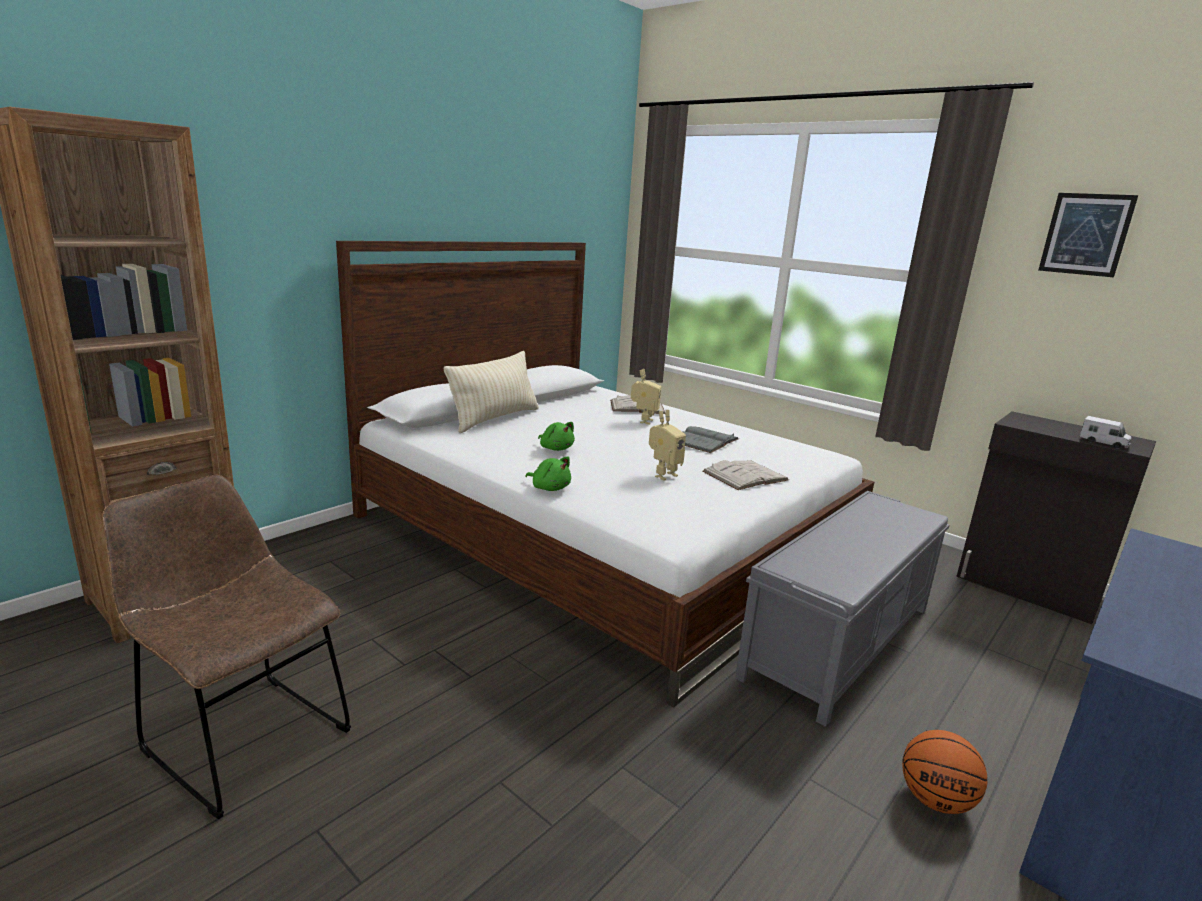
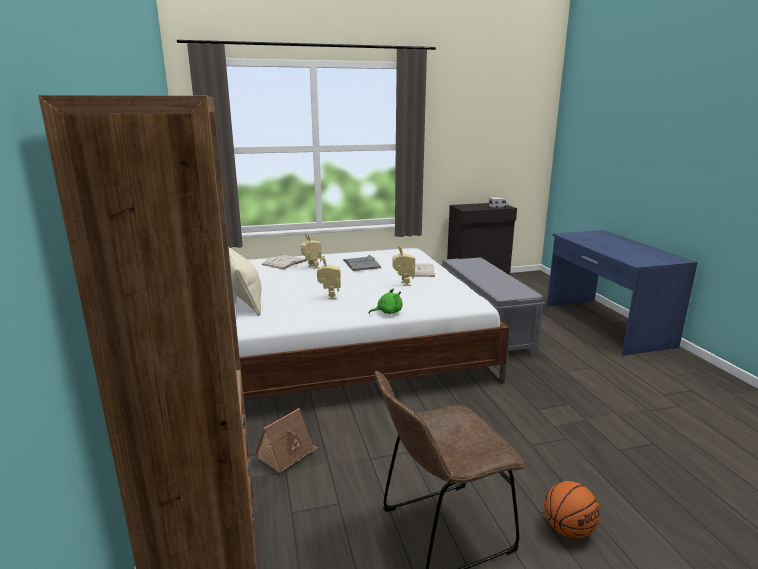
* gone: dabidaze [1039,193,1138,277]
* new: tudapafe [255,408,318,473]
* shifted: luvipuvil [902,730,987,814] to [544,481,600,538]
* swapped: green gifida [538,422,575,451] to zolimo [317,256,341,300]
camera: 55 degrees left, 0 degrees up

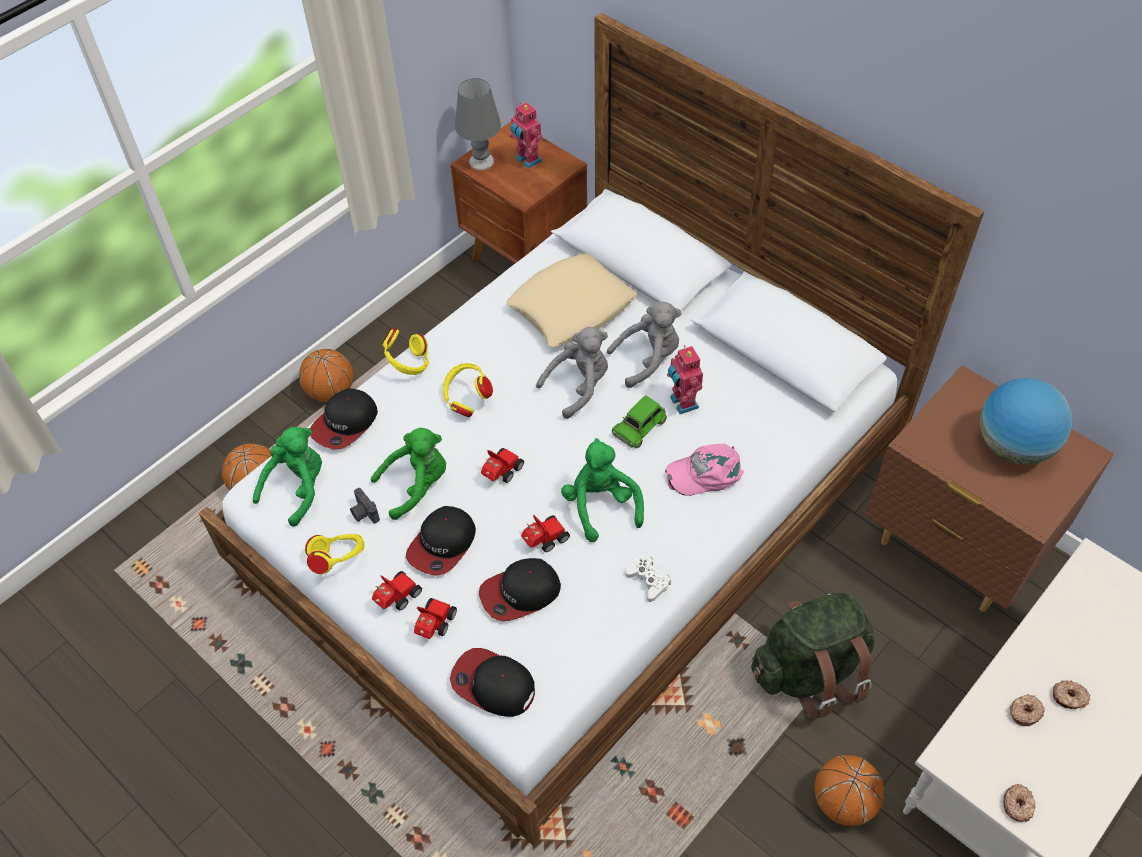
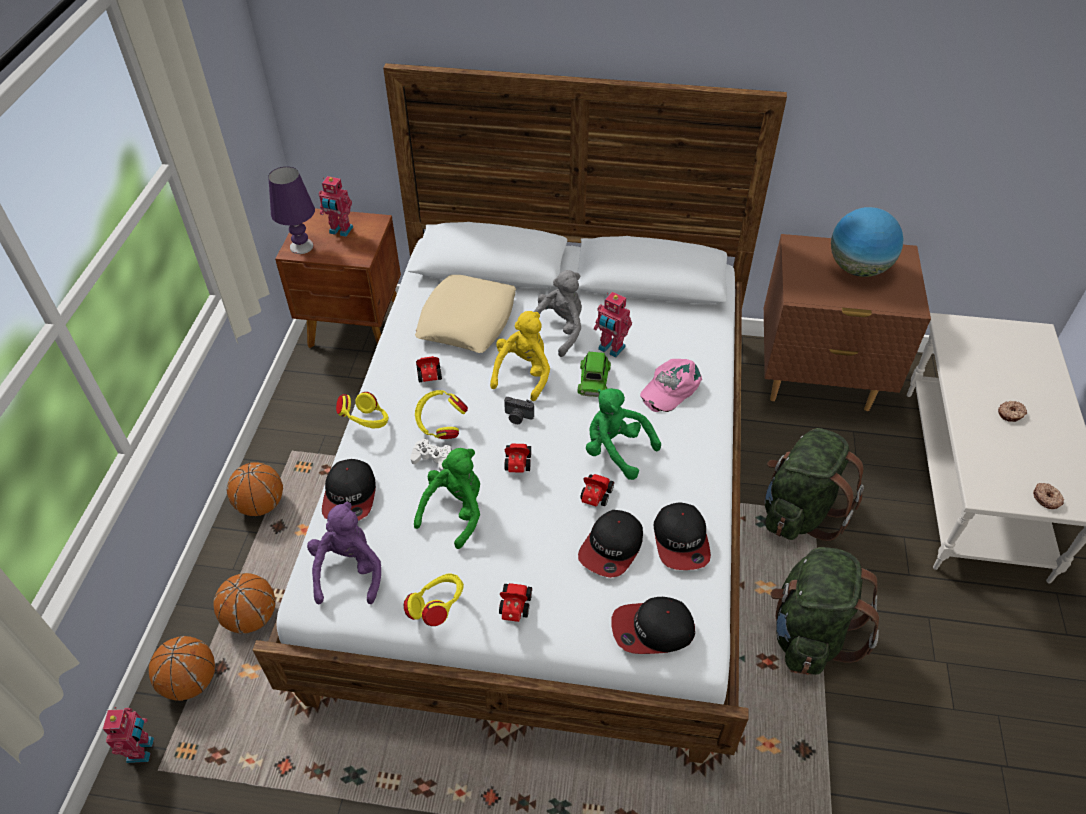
* gone: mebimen [1010,694,1045,726]
* new: zolimo [103,707,154,763]
* new: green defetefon [771,547,879,675]
* shifted: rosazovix [350,488,380,523] to [504,397,534,424]
* shifted: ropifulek [406,506,476,576] to [654,502,711,570]
* shifted: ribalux [414,598,457,639] to [416,356,442,383]
* shifted: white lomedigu [625,556,671,602] to [411,438,451,472]
* shifted: luvipuvil [814,755,884,826] to [149,636,215,701]
* repainted: green gifida [253,427,322,527] to purple gifida [307,502,381,604]
* repainted: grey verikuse [455,78,501,170] to purple verikuse [269,167,315,254]
* repainted: grey gifida [536,327,608,419] to yellow gifida [490,311,550,401]
camera: 35 degrees left, 5 degrees down

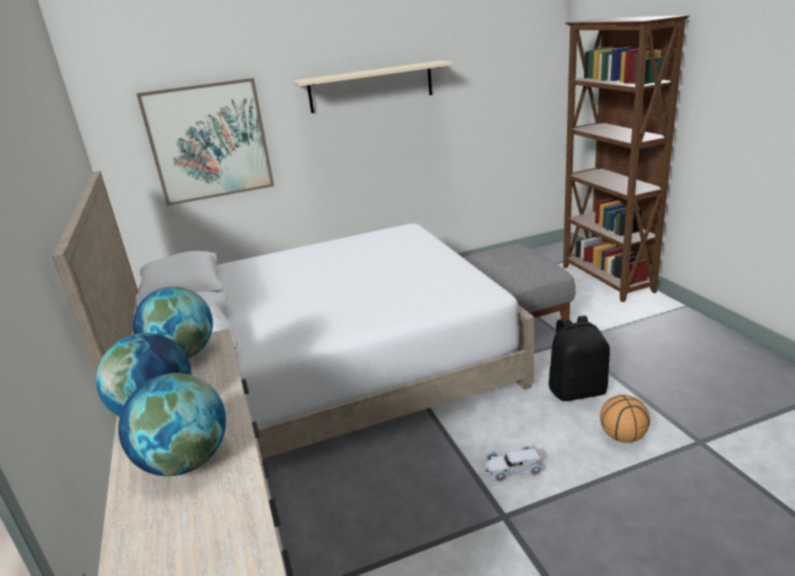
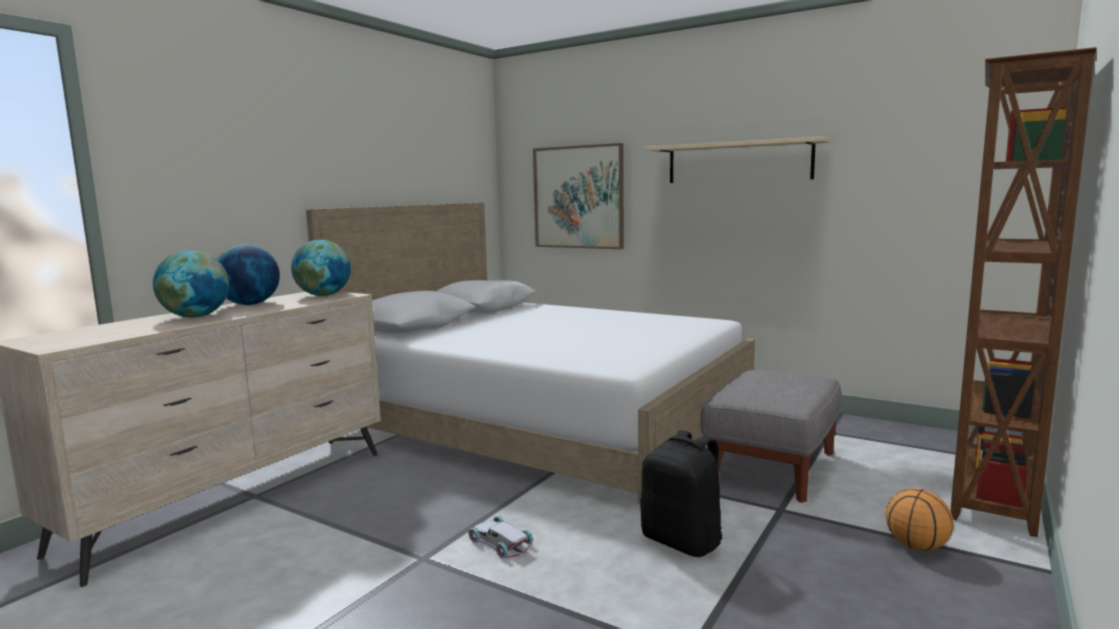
* shifted: luvipuvil [600,395,650,443] to [886,488,954,551]
camera: 50 degrees right, 15 degrees down

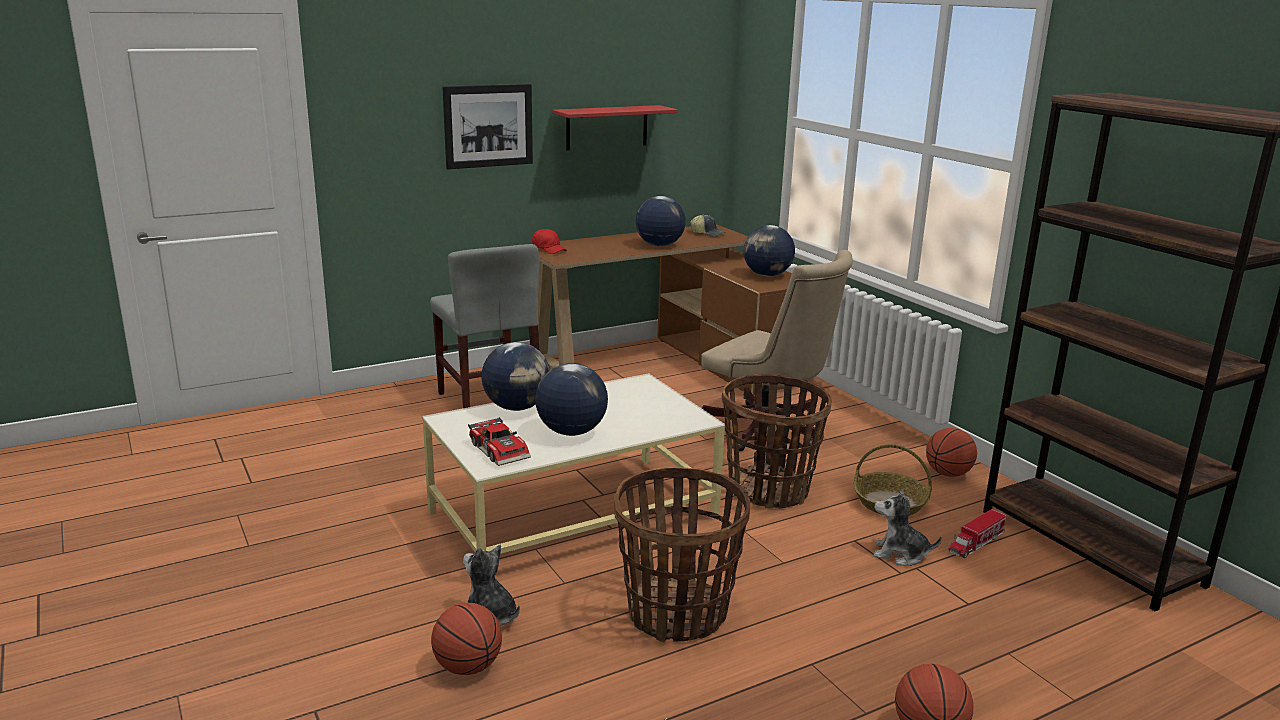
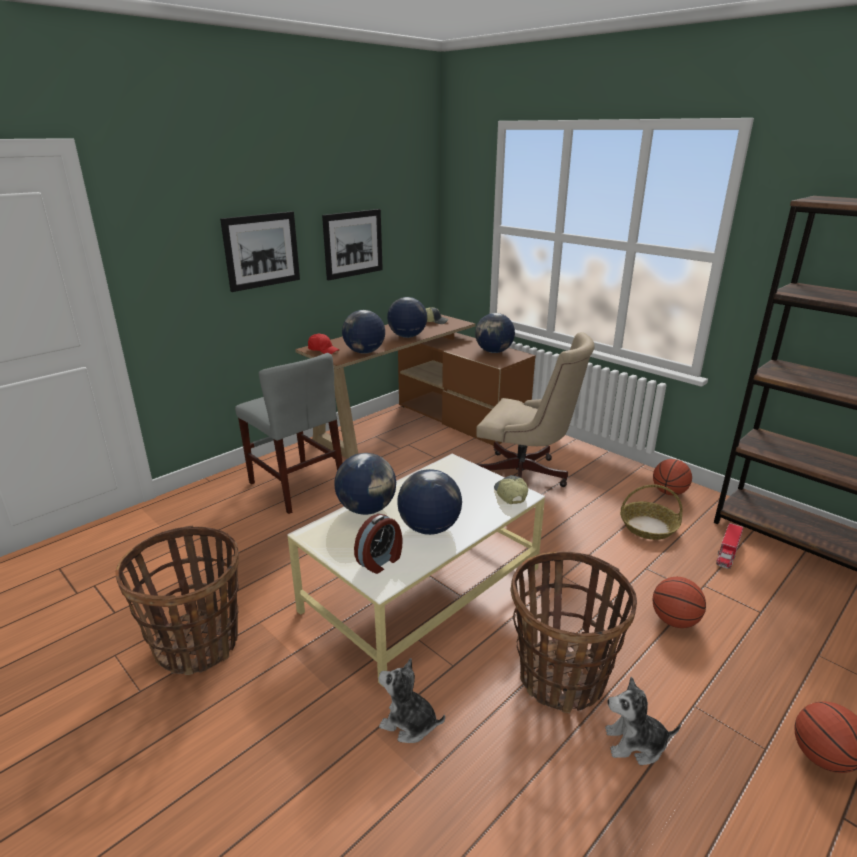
* new: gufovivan [342,310,385,354]
* new: ropifulek [494,475,528,504]
* shifted: luvipuvil [431,603,502,675] to [652,577,706,628]
* shifted: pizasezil [722,374,832,509] to [115,525,239,675]
* shifted: gifida [874,489,942,566] to [605,677,681,765]
* swapped: ribalux [468,417,531,466] to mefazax [354,514,402,574]
* swapped: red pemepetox [552,105,678,150] to dabidaze [322,209,383,281]
camera: 15 degrees left, 5 degrees up

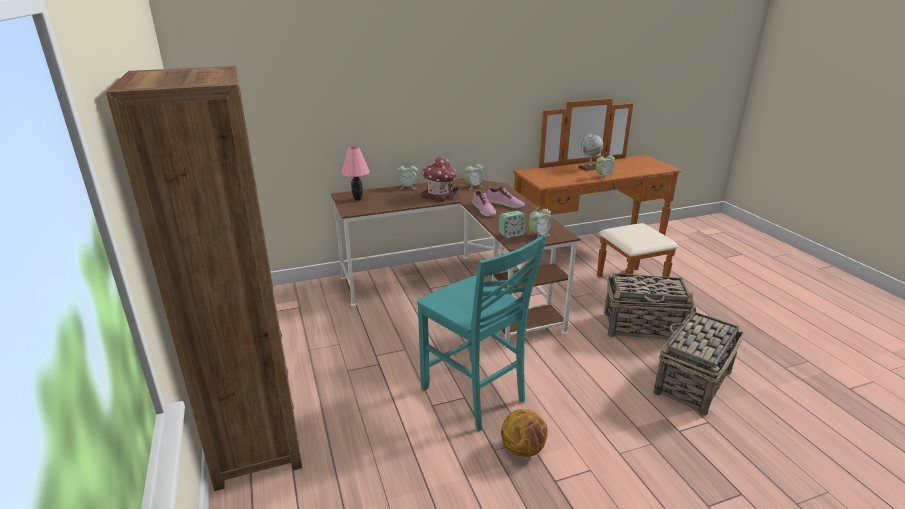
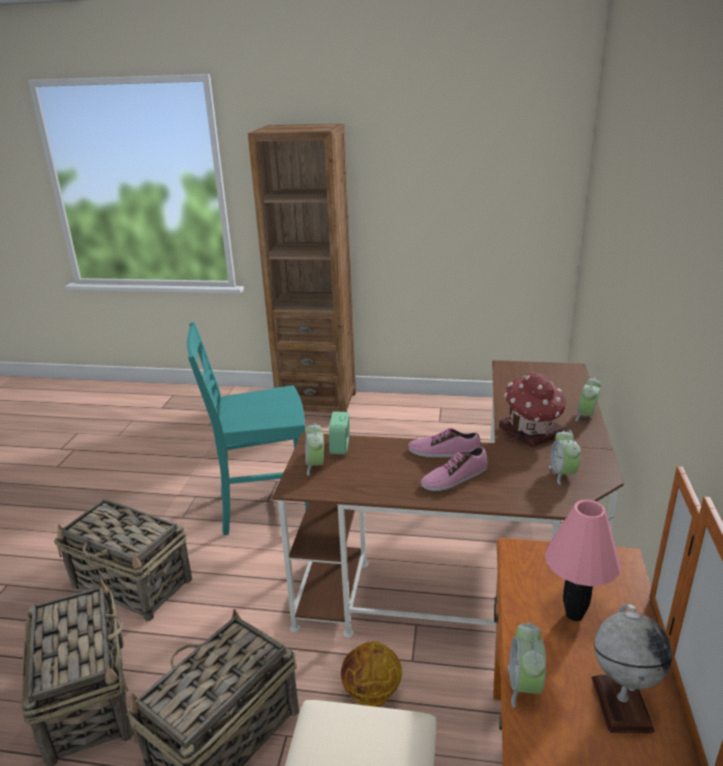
* new: pizasezil [54,499,192,621]
* shifted: pink verikuse [341,146,370,201] to [545,499,621,621]
* shifted: luvipuvil [501,409,548,457] to [341,641,402,707]
camera: 120 degrees right, 0 degrees up

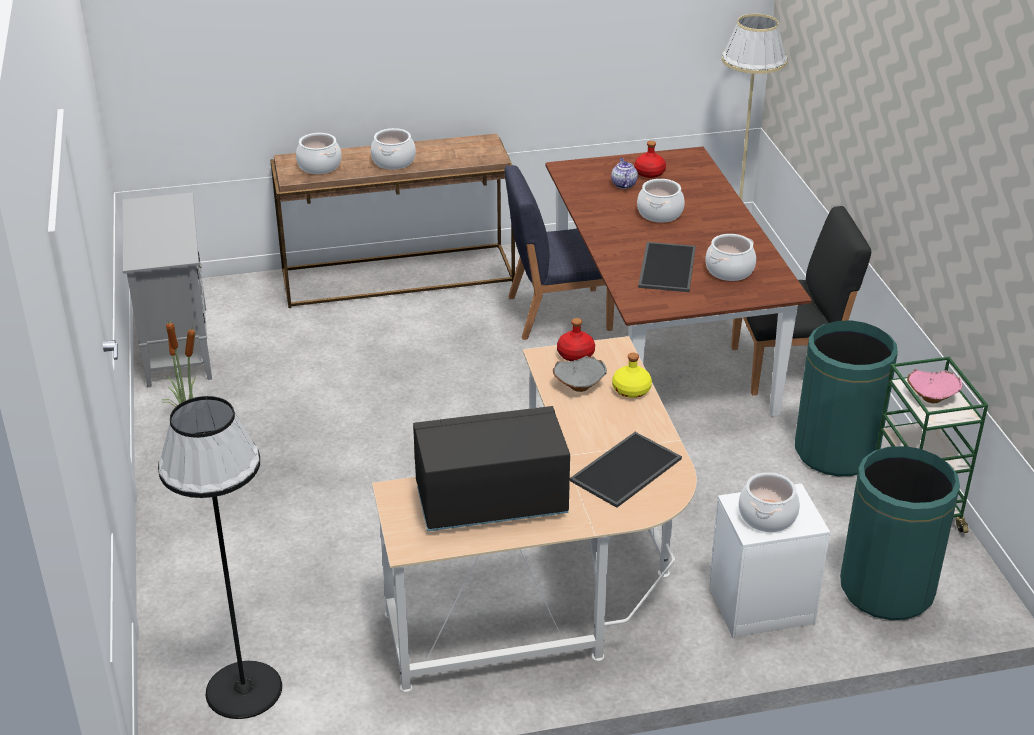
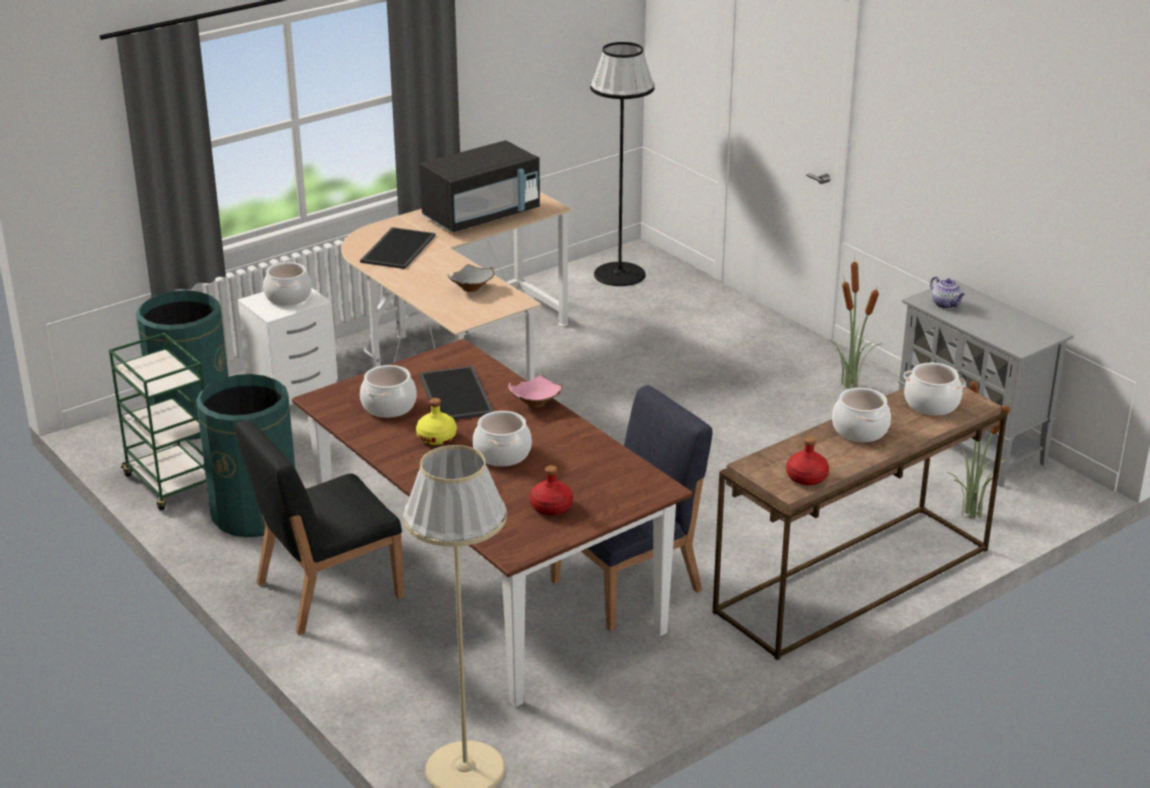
* new: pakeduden [947,372,1012,519]
* shifted: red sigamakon [557,318,595,361] to [786,436,829,485]
* shifted: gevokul [611,158,638,189] to [930,277,965,309]
* shifted: yellow sigamakon [612,353,652,398] to [416,398,457,445]
* shifted: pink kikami [907,369,962,403] to [508,375,563,408]
camera: 155 degrees right, 5 degrees down

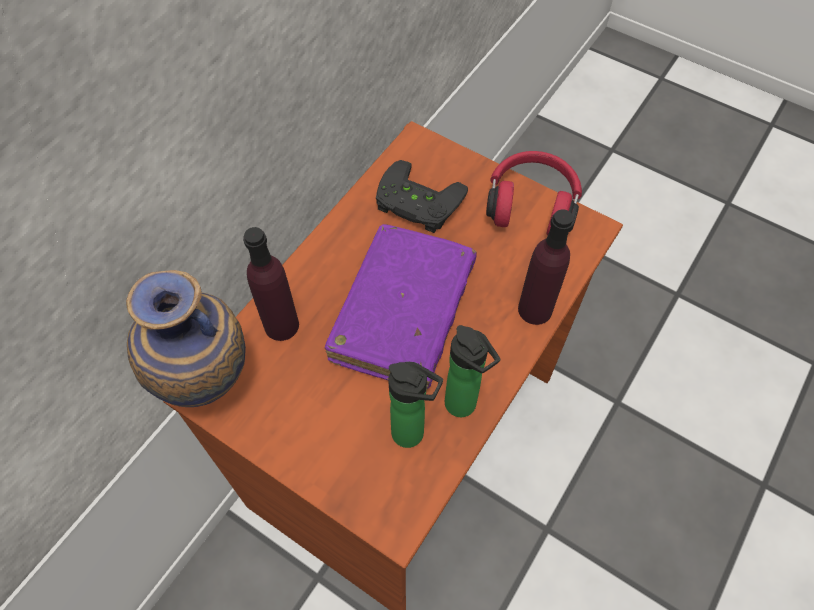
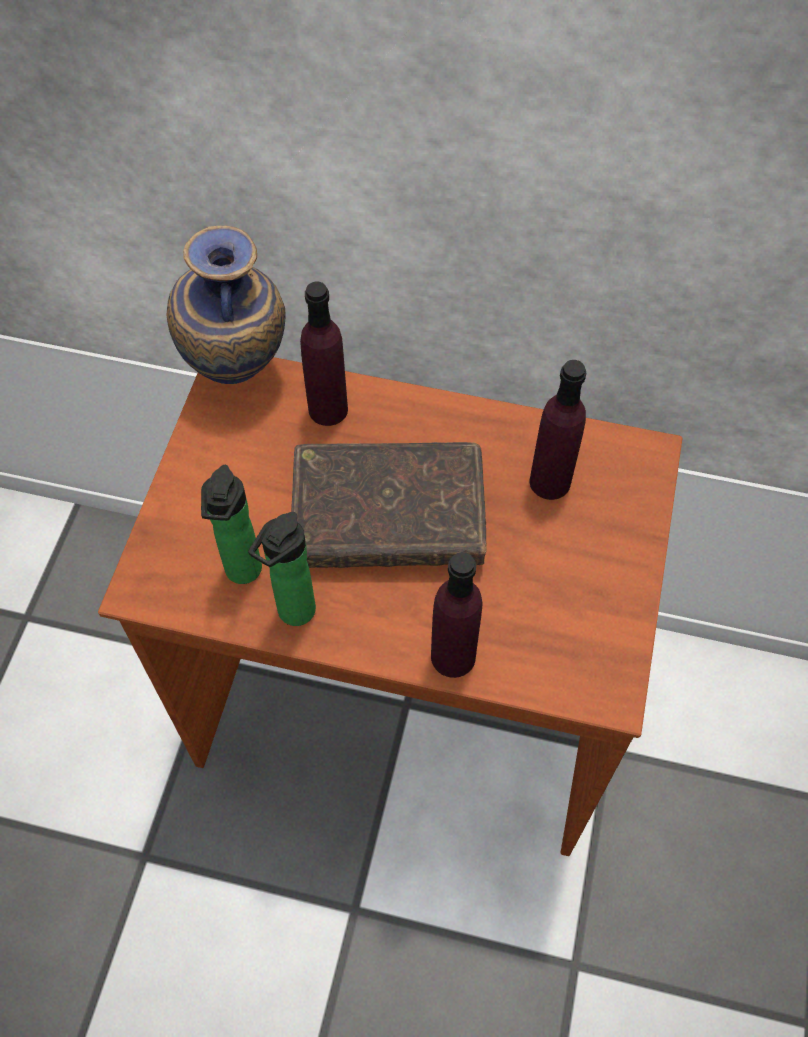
* gone: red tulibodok [486,151,582,235]
* swapped: black lomedigu [376,160,468,233] to purple sigamakon [530,360,586,500]
* repainted: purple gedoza [324,224,477,390] to brown gedoza [291,442,487,568]
camera: 70 degrees right, 0 degrees up

